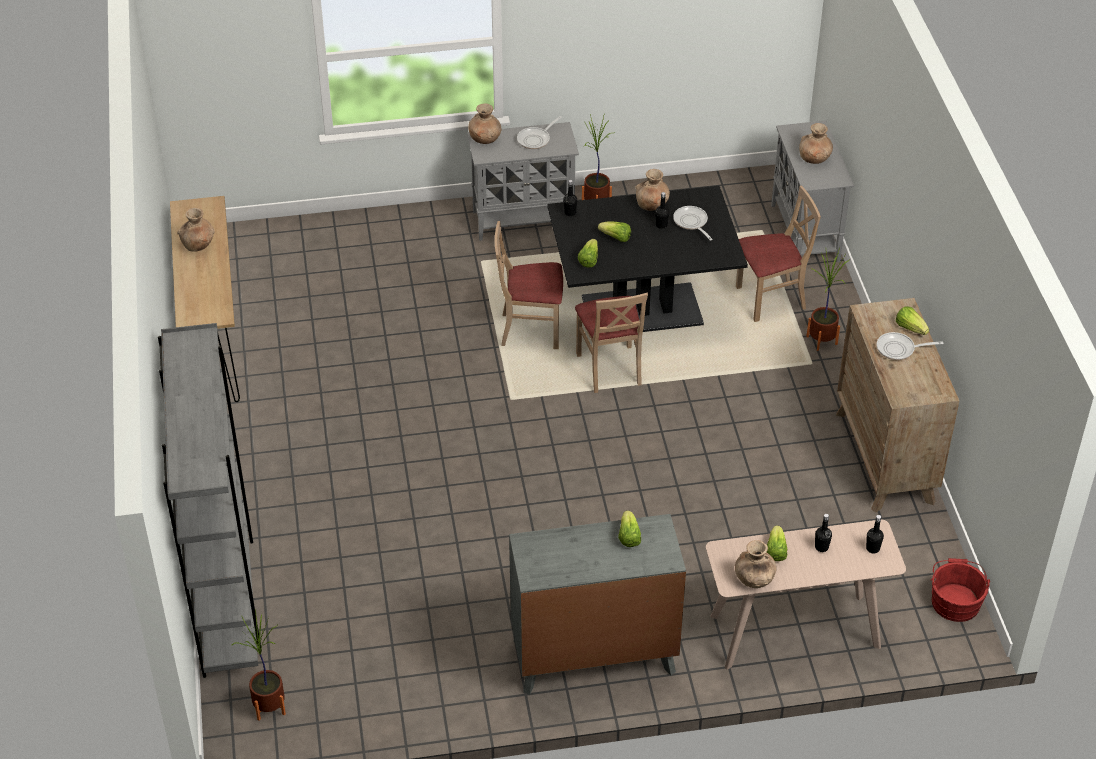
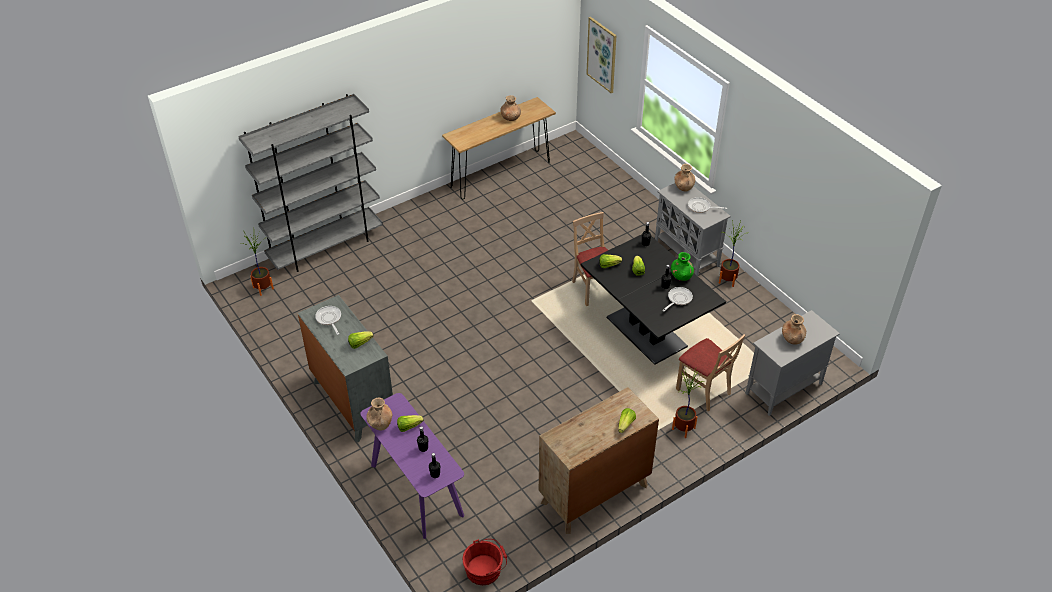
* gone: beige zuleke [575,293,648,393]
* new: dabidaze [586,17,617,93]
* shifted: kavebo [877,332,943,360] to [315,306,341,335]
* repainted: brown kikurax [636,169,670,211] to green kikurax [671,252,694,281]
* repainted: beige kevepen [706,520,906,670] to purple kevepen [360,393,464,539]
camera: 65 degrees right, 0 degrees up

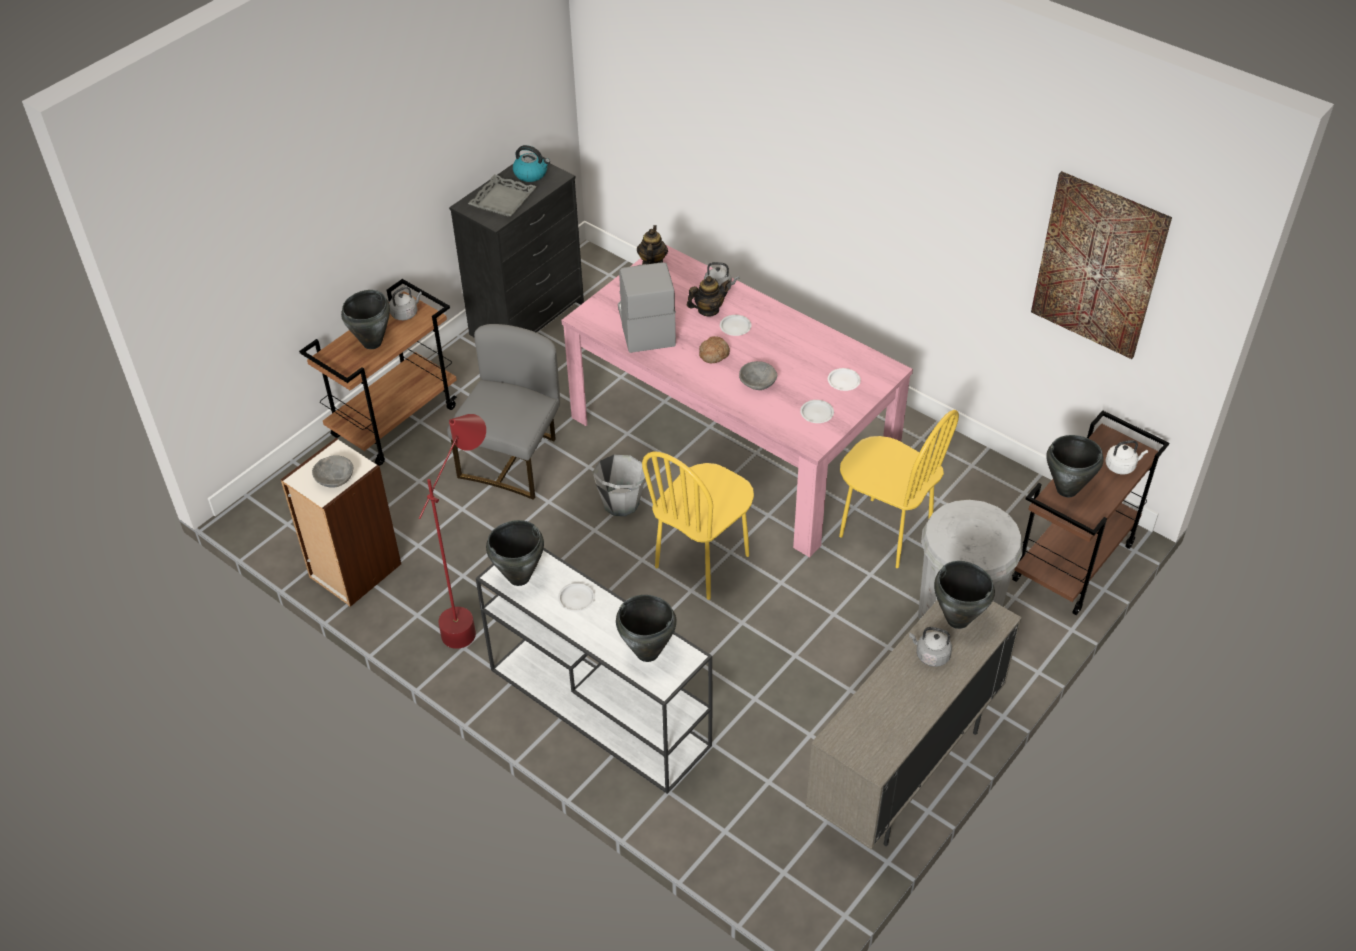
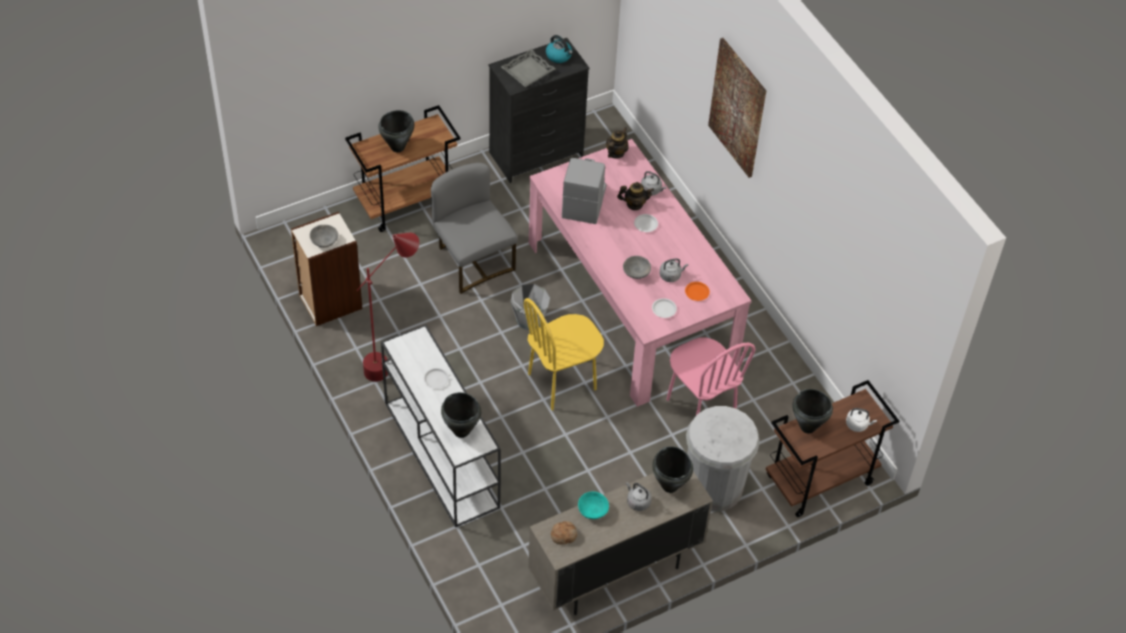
* gone: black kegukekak [486,520,544,586]
* new: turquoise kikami [578,492,609,519]
* shifted: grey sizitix [389,286,422,320] to [659,258,688,282]
* shifted: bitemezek [699,336,730,363] to [551,521,577,545]
* shifted: dabidaze [1031,171,1172,359] to [708,38,766,178]
* repainted: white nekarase [828,368,861,391] to orange nekarase [685,282,710,301]
* repainted: yellow zuleke [839,410,959,568] to pink zuleke [666,337,755,415]
* rotated: grey zuleke [447,324,560,500] = [431,163,518,294] 75 degrees counterclockwise
camera: 20 degrees right, 5 degrees up

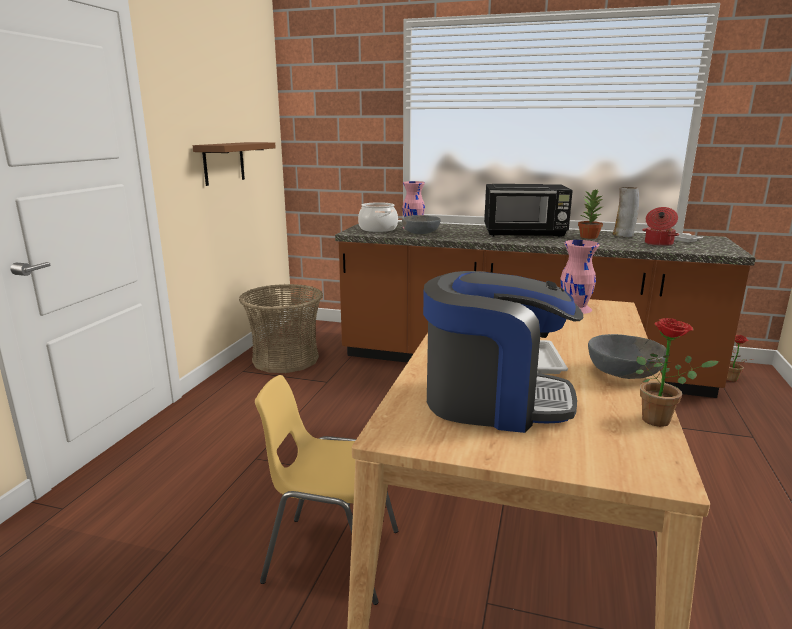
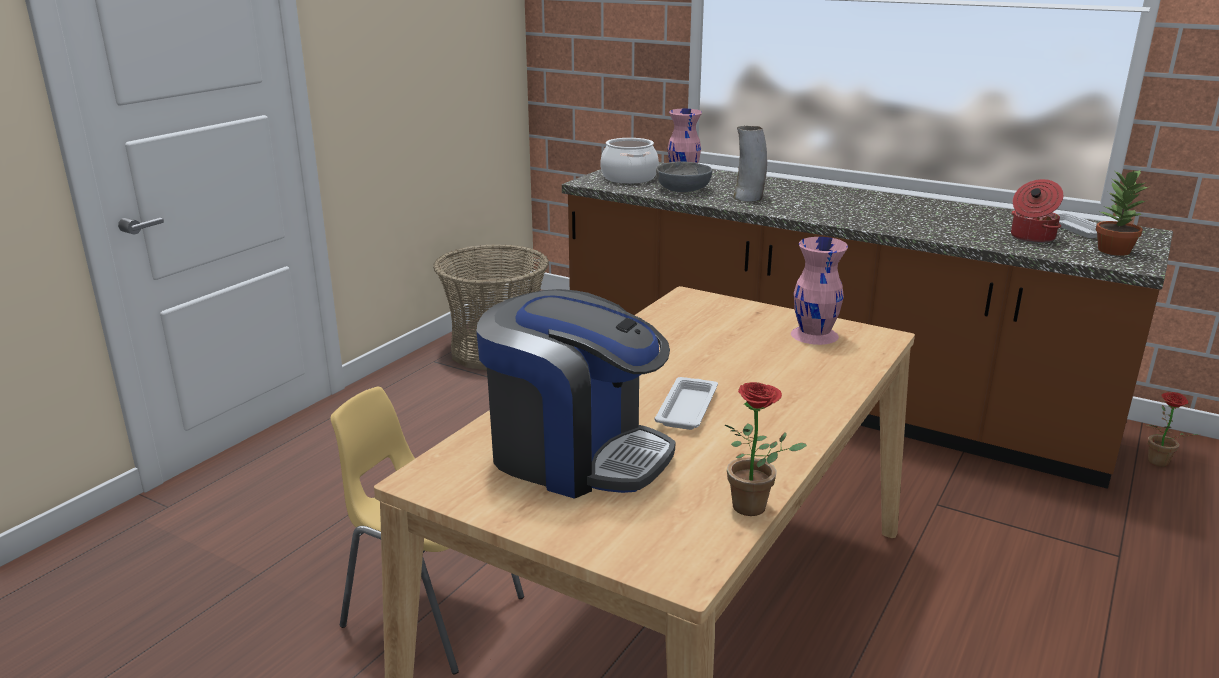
* gone: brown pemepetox [193,142,276,186]
* gone: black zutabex [484,184,573,237]
* gone: grey kikami [588,334,667,379]
* shifted: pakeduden [578,189,603,239] to [1096,169,1150,256]
* shifted: kikurax [613,187,639,237] to [734,126,767,202]
camera: 15 degrees right, 5 degrees up

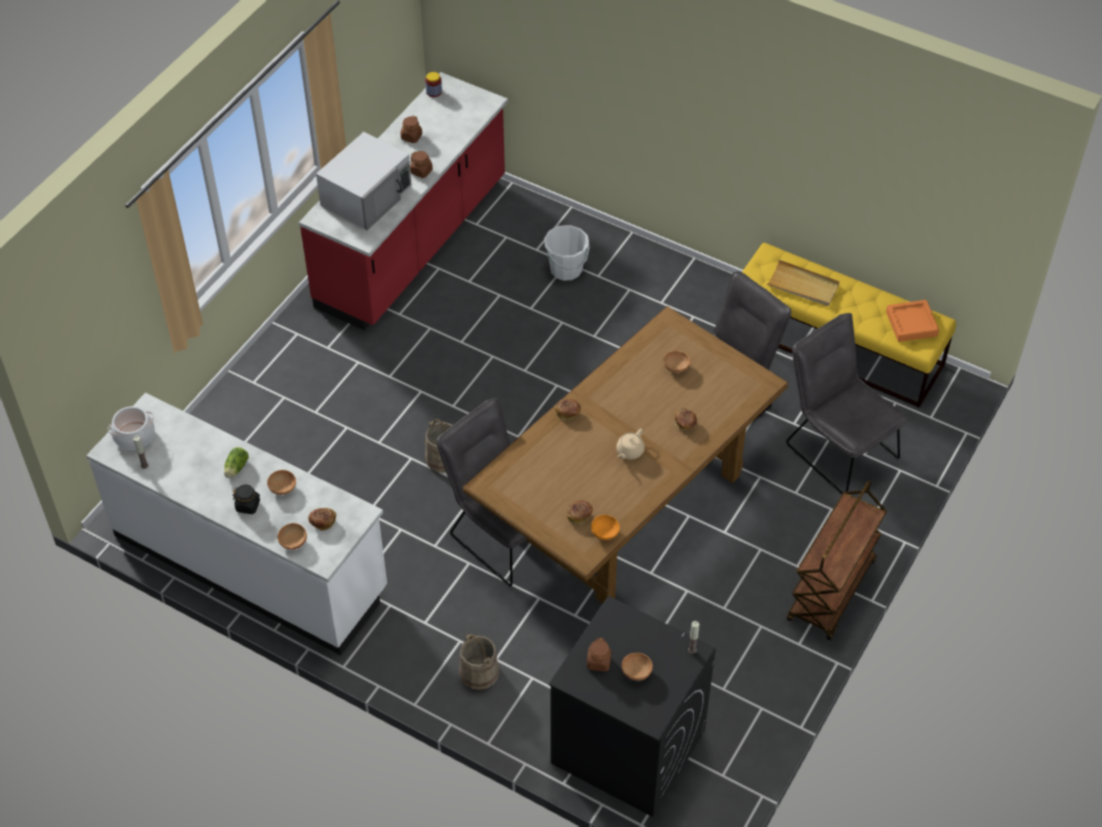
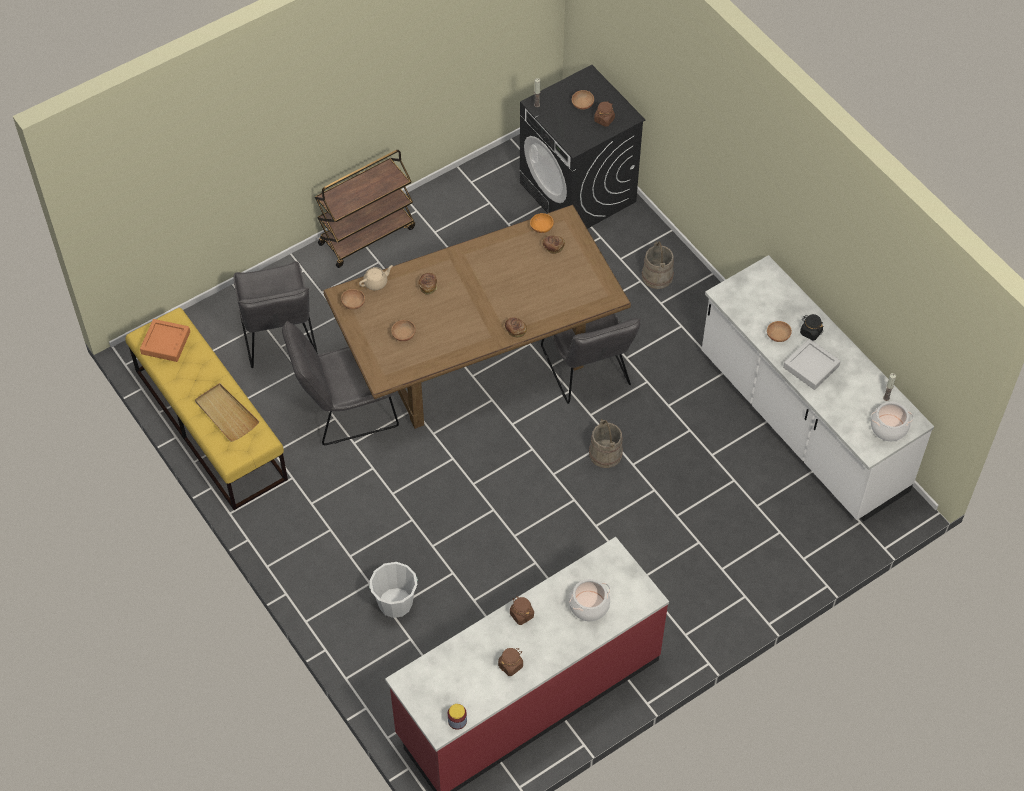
* gone: bitemezek [308,508,336,531]
* shifted: brown kikami [278,523,307,550] to [341,289,365,310]
* shifted: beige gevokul [616,429,645,459] to [359,265,393,290]
* swapped: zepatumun [224,447,249,478] to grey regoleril [783,339,841,390]
* swapped: white zutabex [316,132,412,230] to kegukekak [569,579,610,621]
camera: 155 degrees left, 5 degrees up

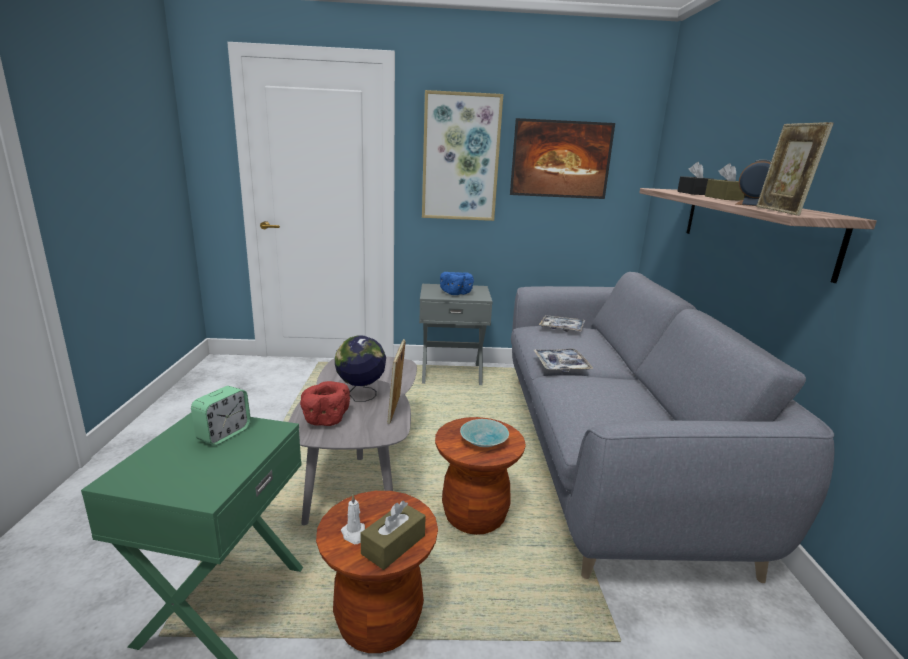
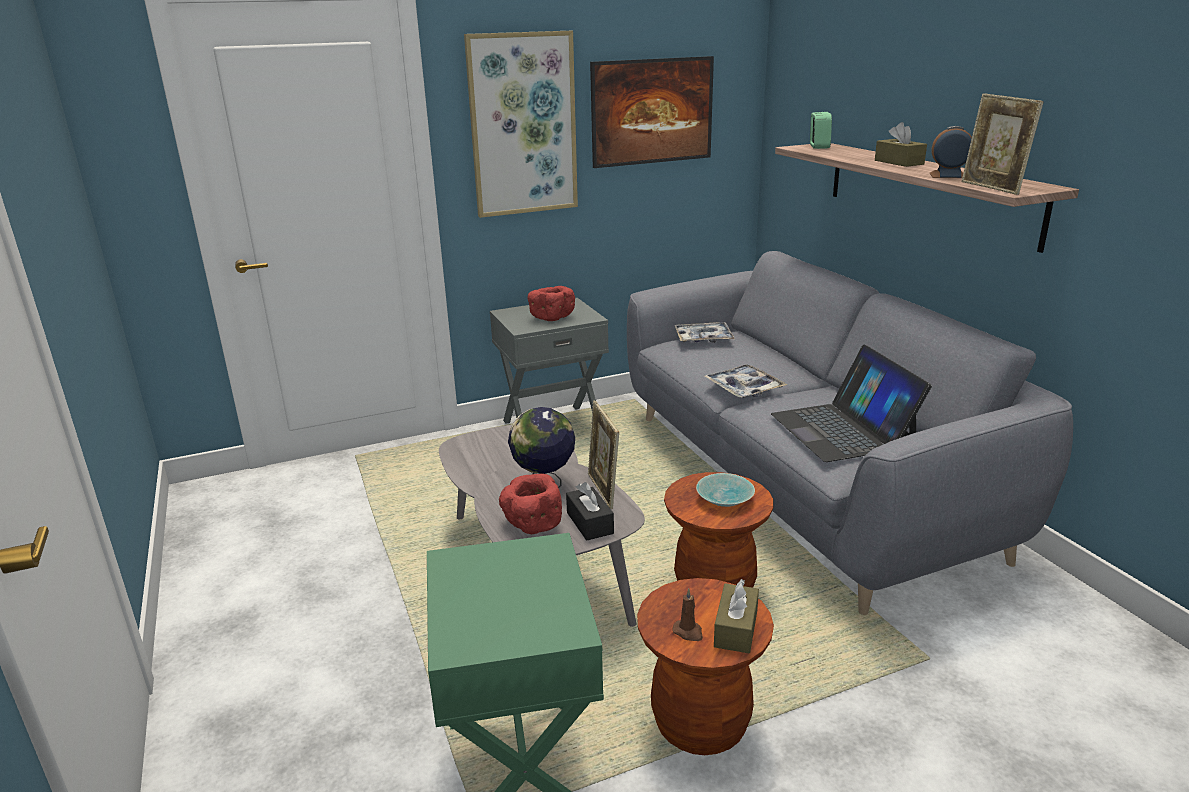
* new: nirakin [771,345,932,462]
* shifted: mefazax [191,386,251,445] to [810,112,832,149]
* shifted: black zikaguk [677,162,711,195] to [566,482,614,541]
* repainted: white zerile [341,494,365,544] to brown zerile [672,588,703,641]
* repainted: blue kikami [440,272,474,295] to red kikami [528,286,575,321]
camera: 20 degrees left, 5 degrees up

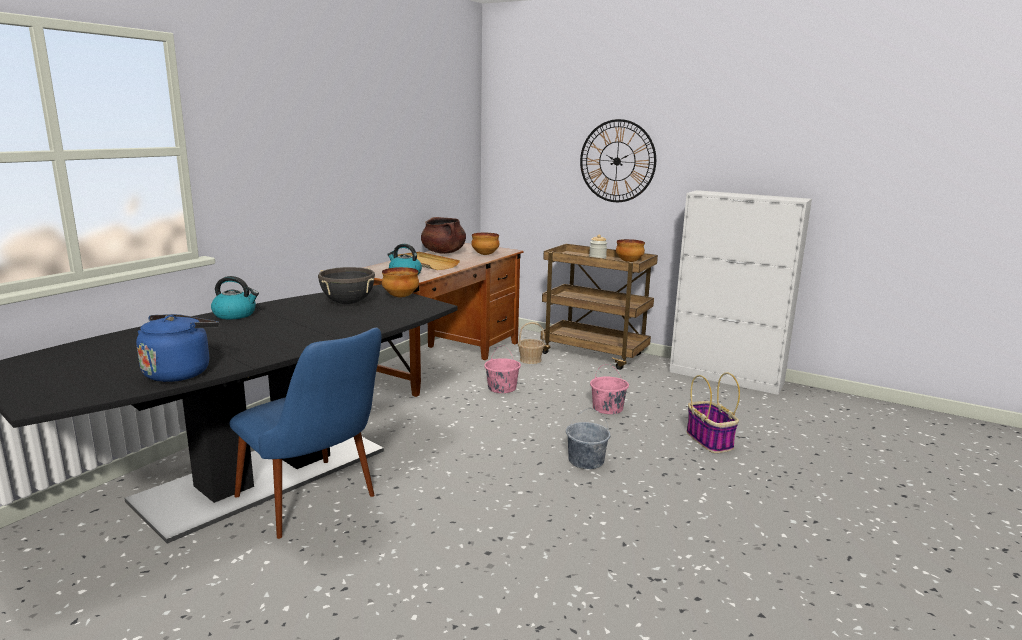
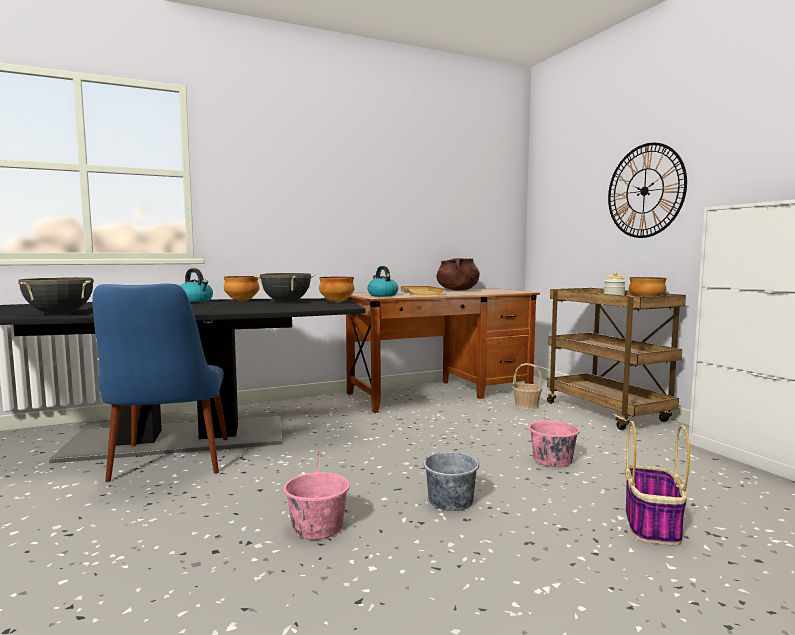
* shifted: kikami [471,233,499,255] to [224,276,259,301]
* shifted: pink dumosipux [484,346,521,393] to [284,451,350,540]
* swapped: blue sizitix [136,314,219,382] to black kegukekak [18,277,94,314]
camera: 35 degrees right, 10 degrees down

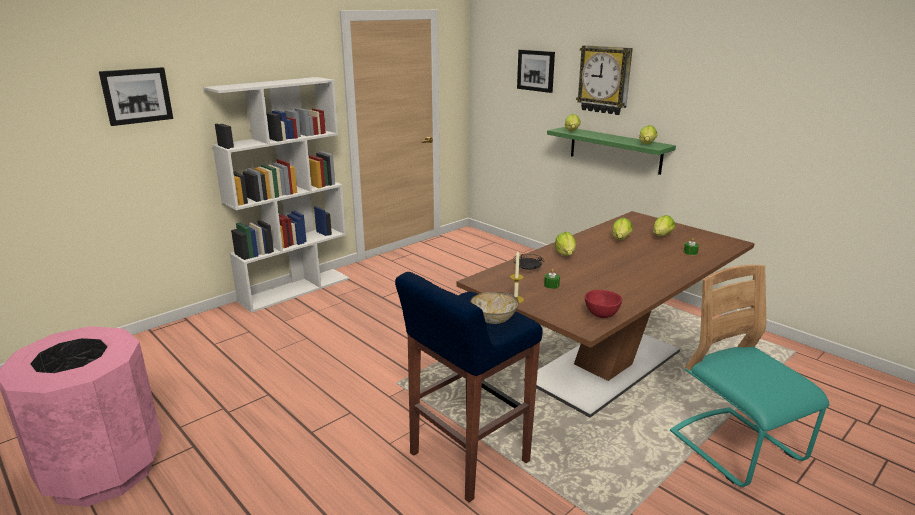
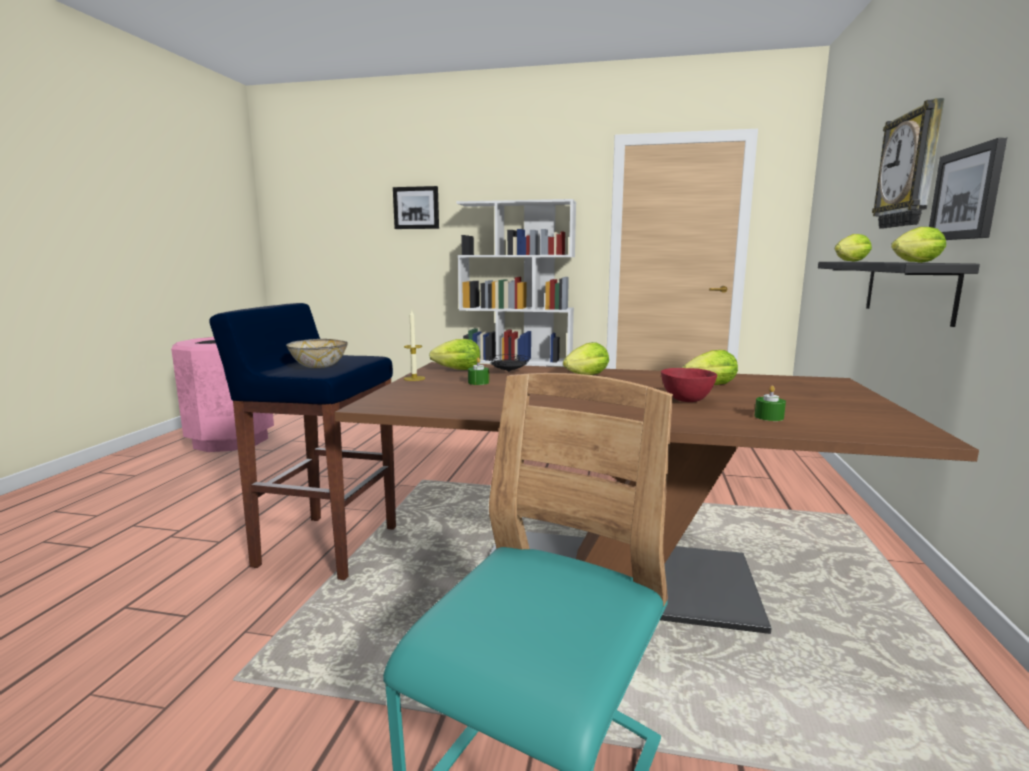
* shifted: dabidaze [517,50,555,93] to [929,138,1007,240]
* shifted: red kikami [585,290,622,318] to [661,368,717,402]
* shifted: zepatumun [653,215,675,236] to [429,339,480,370]
* repainted: green pemepetox [547,127,676,175] to black pemepetox [818,262,980,327]
camera: 55 degrees right, 10 degrees down

